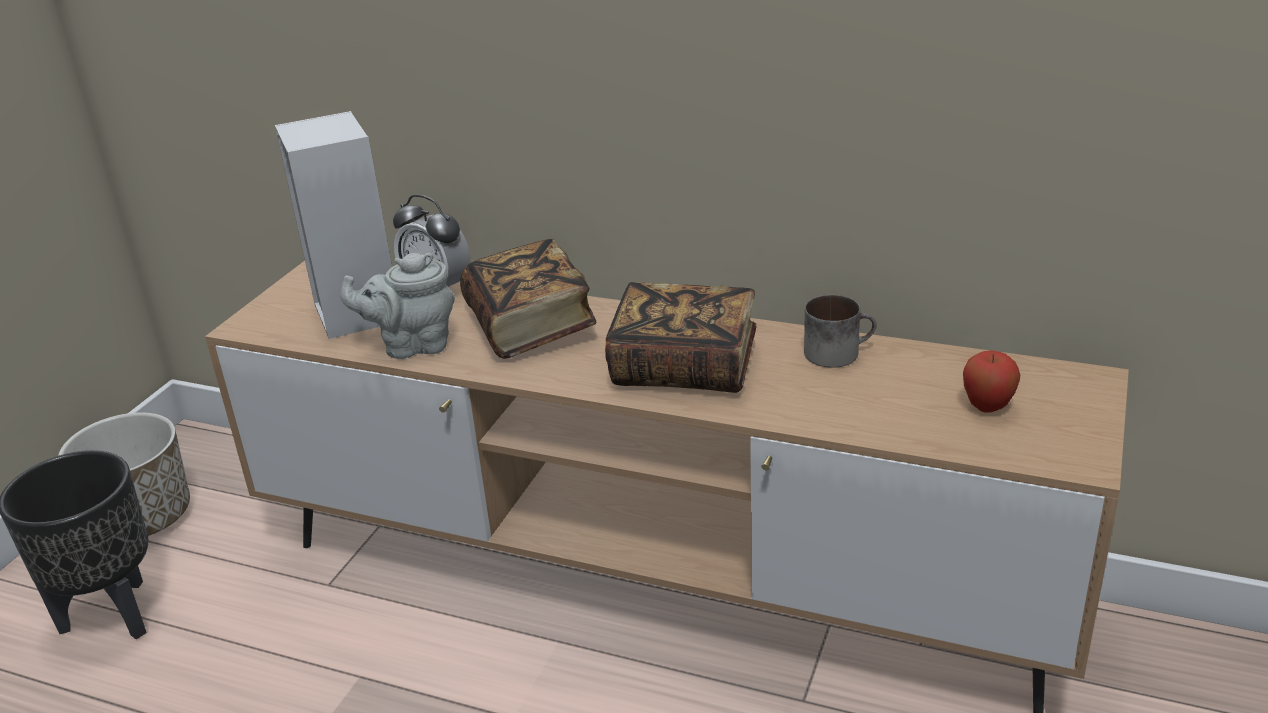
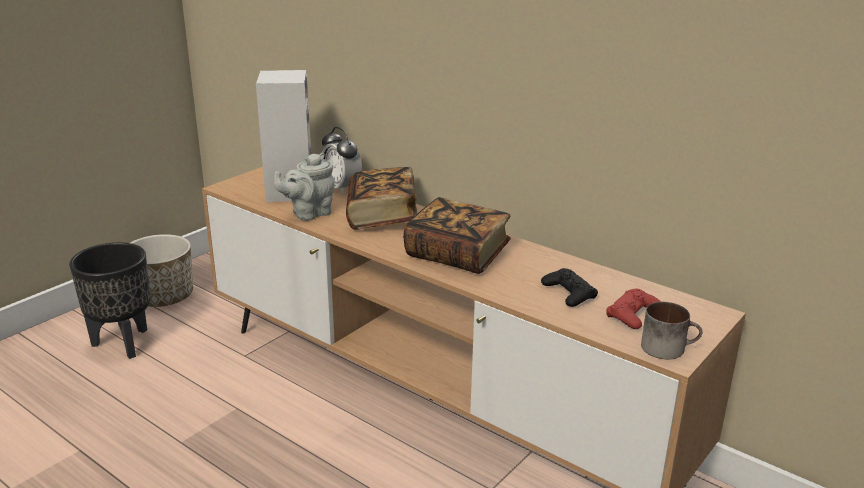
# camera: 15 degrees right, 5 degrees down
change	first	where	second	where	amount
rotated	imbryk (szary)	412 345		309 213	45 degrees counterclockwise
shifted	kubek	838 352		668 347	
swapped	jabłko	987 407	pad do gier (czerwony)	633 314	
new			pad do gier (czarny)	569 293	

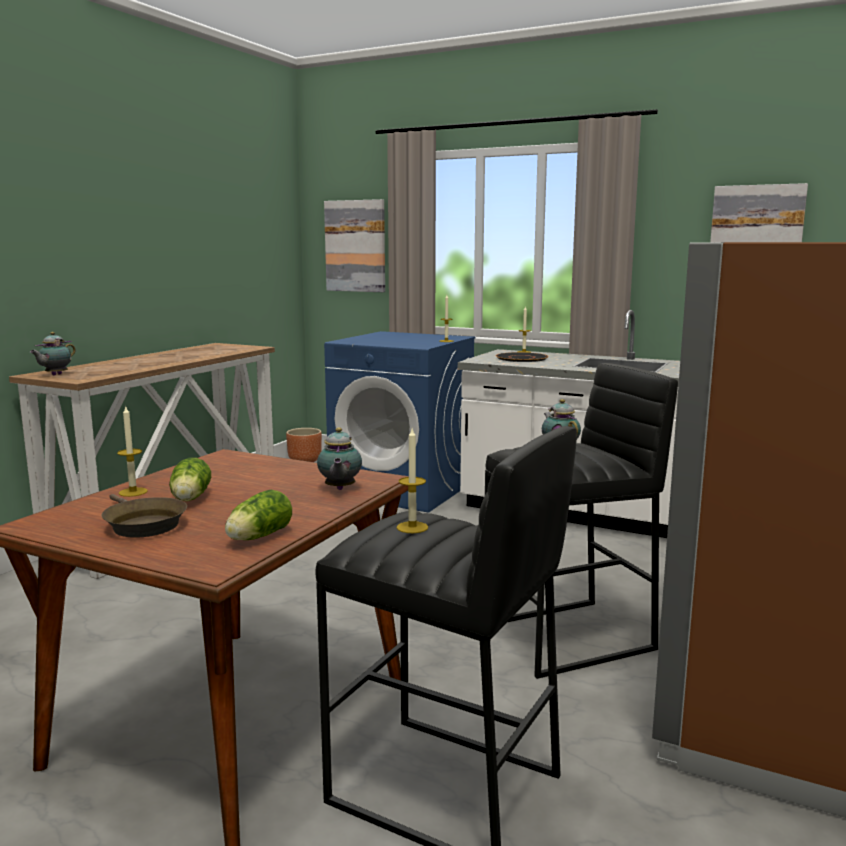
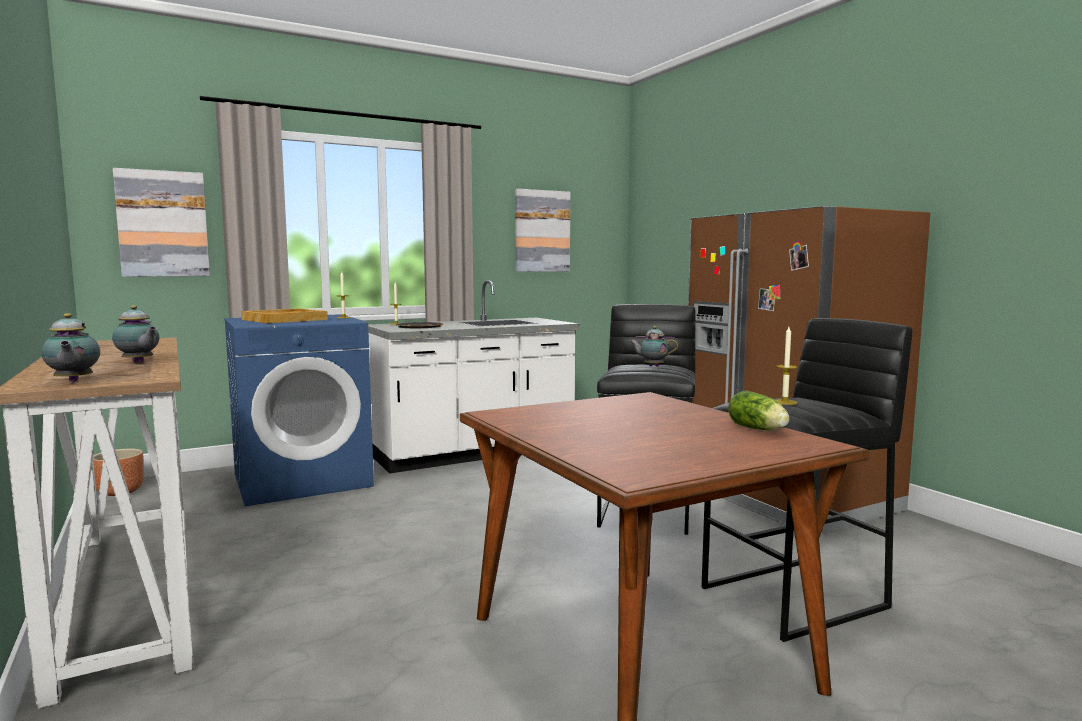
# camera: 55 degrees left, 5 degrees down
change	first	where	second	where	amount
gone	patelnia (brązowy)	142 524			
gone	świeca	133 492			
gone	sałata	189 499			
shifted	imbryk	339 489		139 362	
new			taca (beżowy)	285 319	

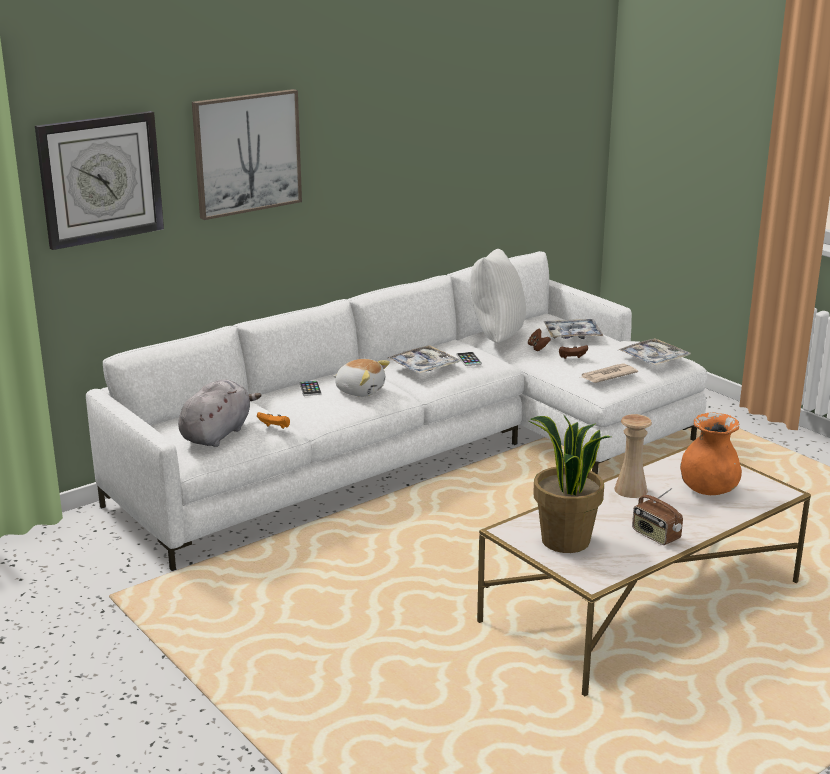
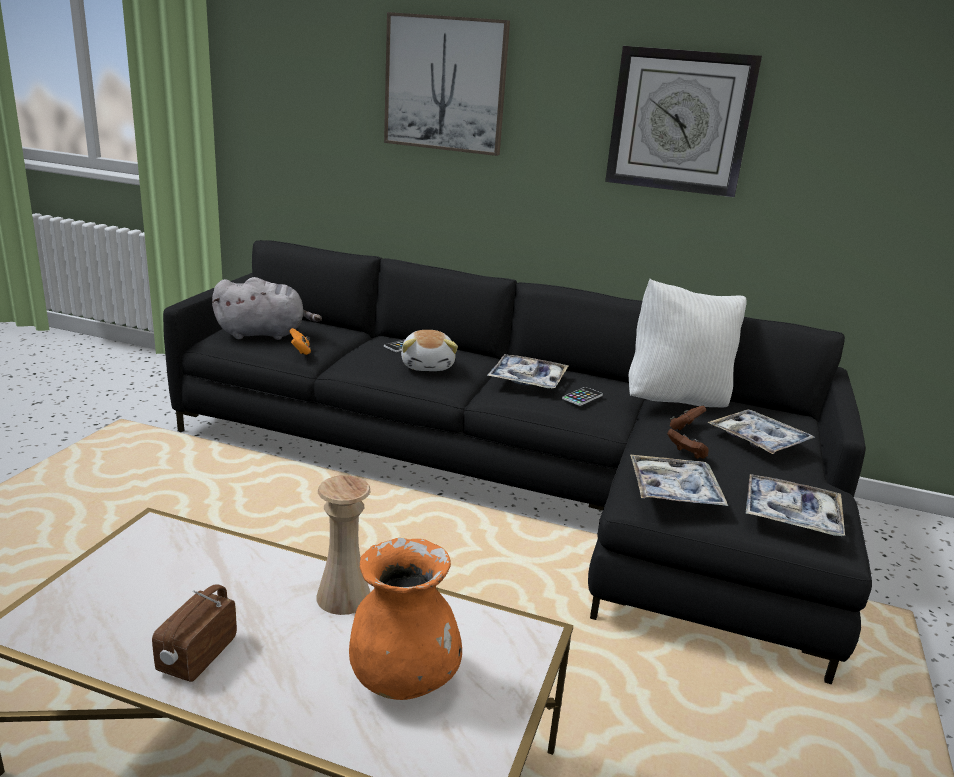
# camera: 55 degrees right, 0 degrees up
change	first	where	second	where	amount
shifted	zegar ścienny	100 179		680 121	
repainted	kanapa (biały)	421 453	kanapa (czarny)	516 482	
gone	roślina doniczkowa	565 541			
swapped	gazeta	607 375	taca	674 490	

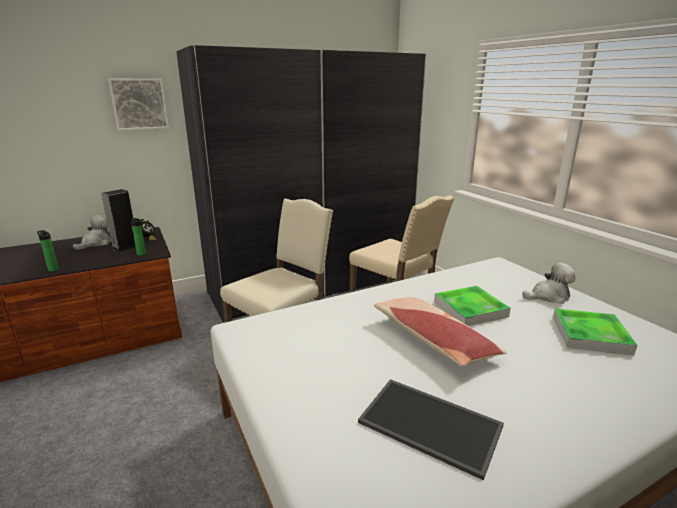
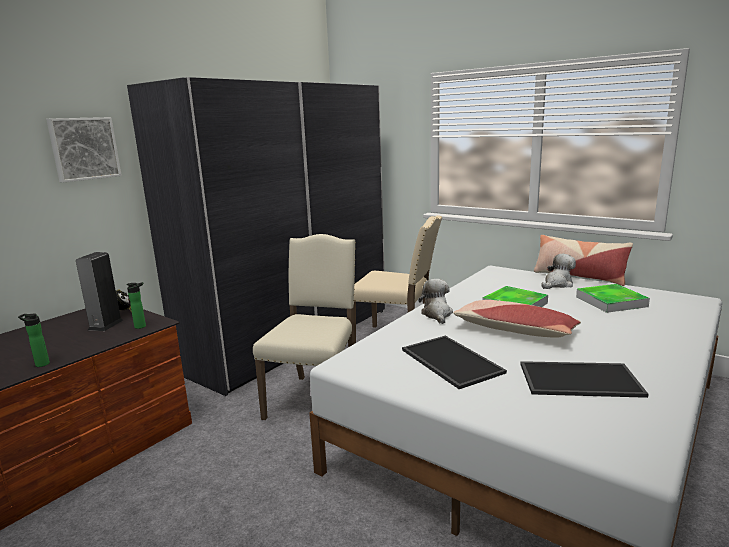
# camera: 25 degrees left, 5 degrees down
change	first	where	second	where	amount
shifted	pluszak	96 243		437 314	
new			taca	449 361	
new			poduszka	578 276	

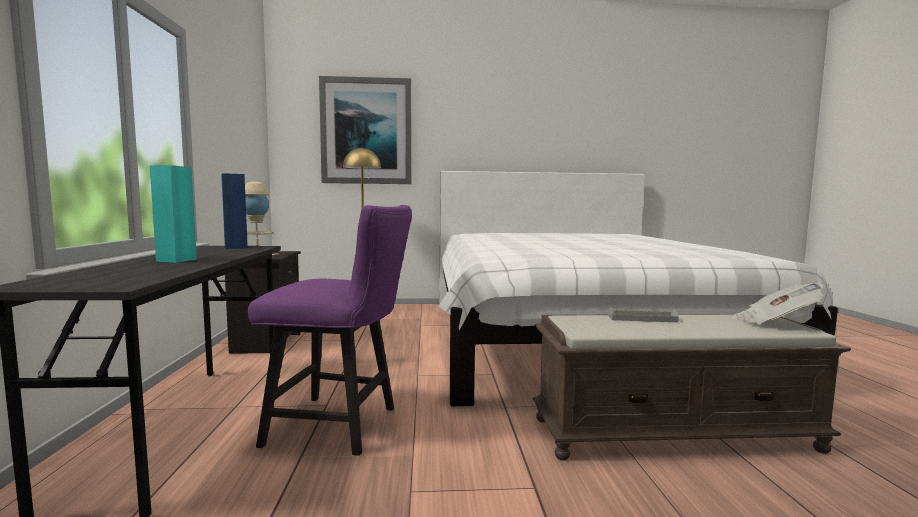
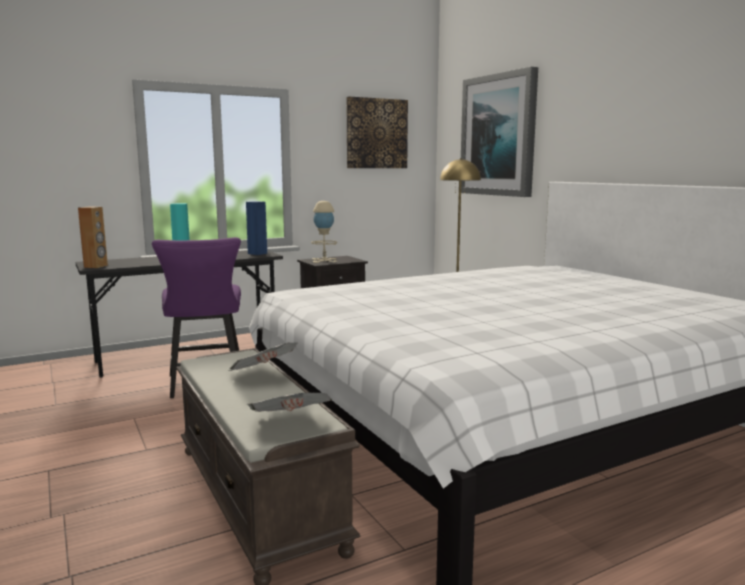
# camera: 65 degrees right, 5 degrees up
change	first	where	second	where	amount
swapped	taca (szary)	642 318	gazeta	263 375	
new			głośnik (brązowy)	96 266	
new			obraz	376 133	

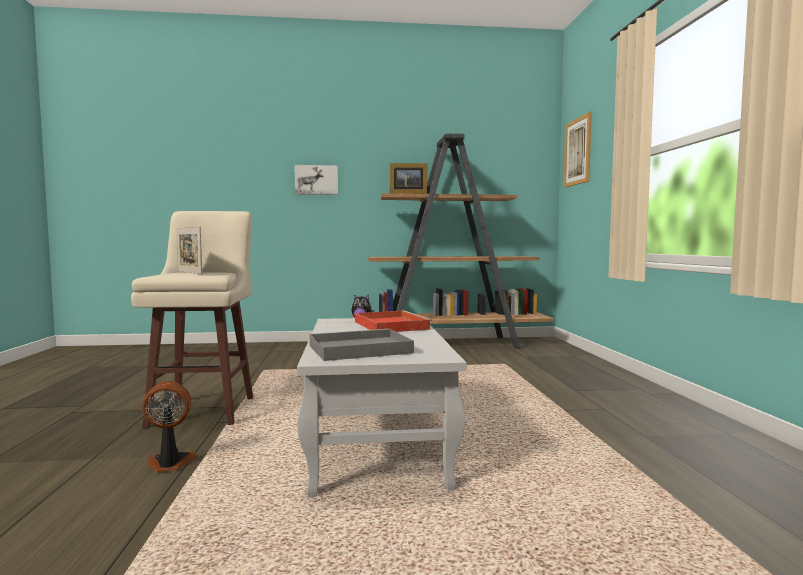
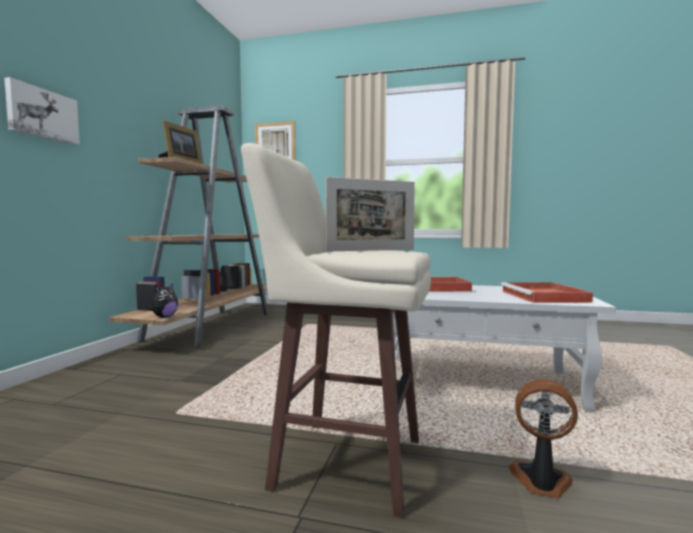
# camera: 70 degrees left, 0 degrees up
change	first	where	second	where	amount
rotated	wentylator	170 463		541 482	105 degrees clockwise
repainted	taca (szary)	357 349	taca (czerwony)	544 296	

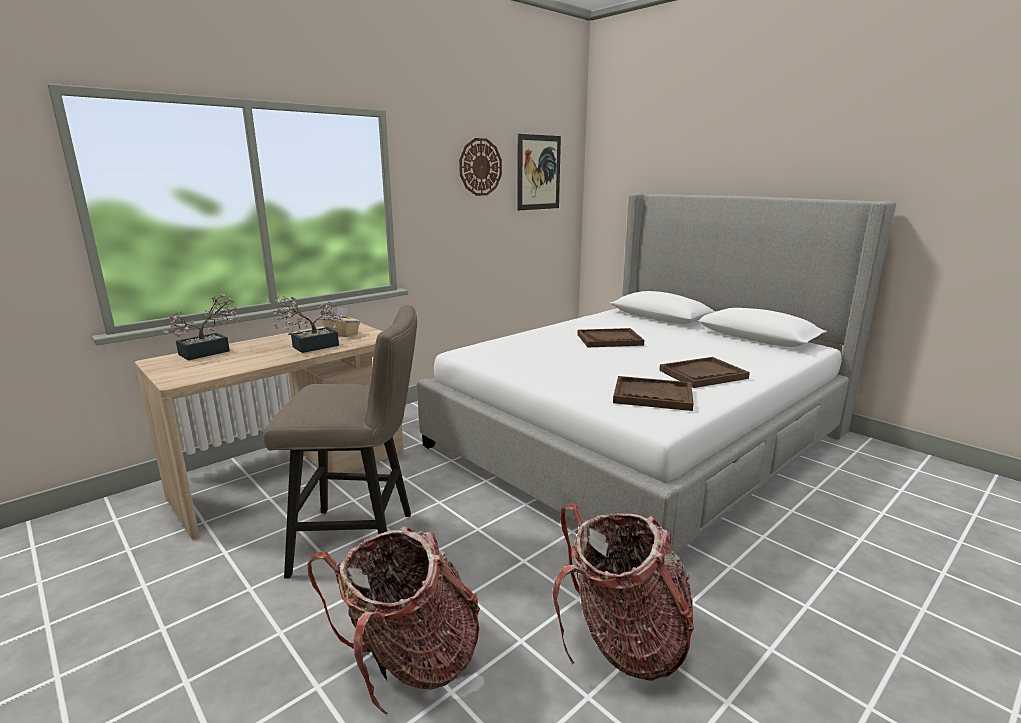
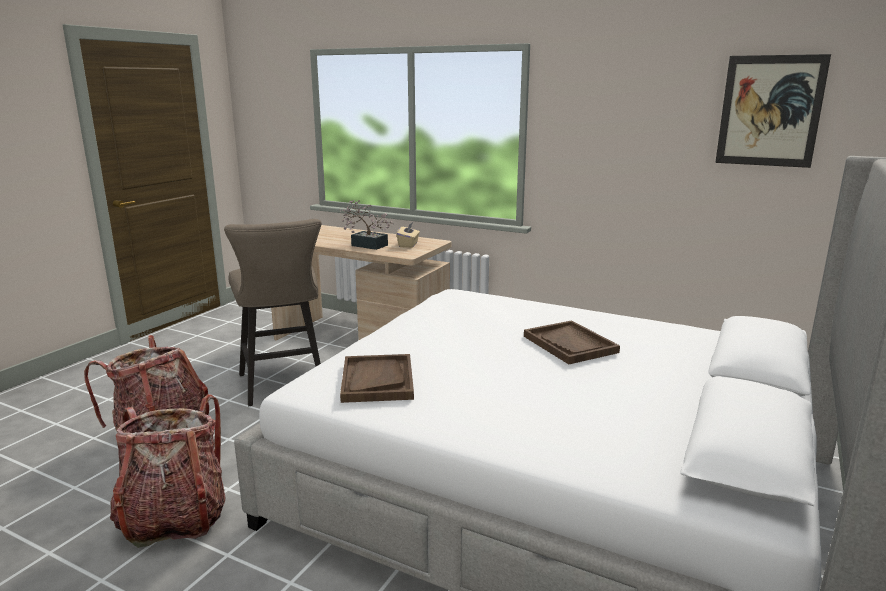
# camera: 70 degrees right, 0 degrees up
change	first	where	second	where	amount
gone	roślina doniczkowa	210 352			
gone	zegar ścienny	480 167			
gone	taca (brązowy)	703 374			

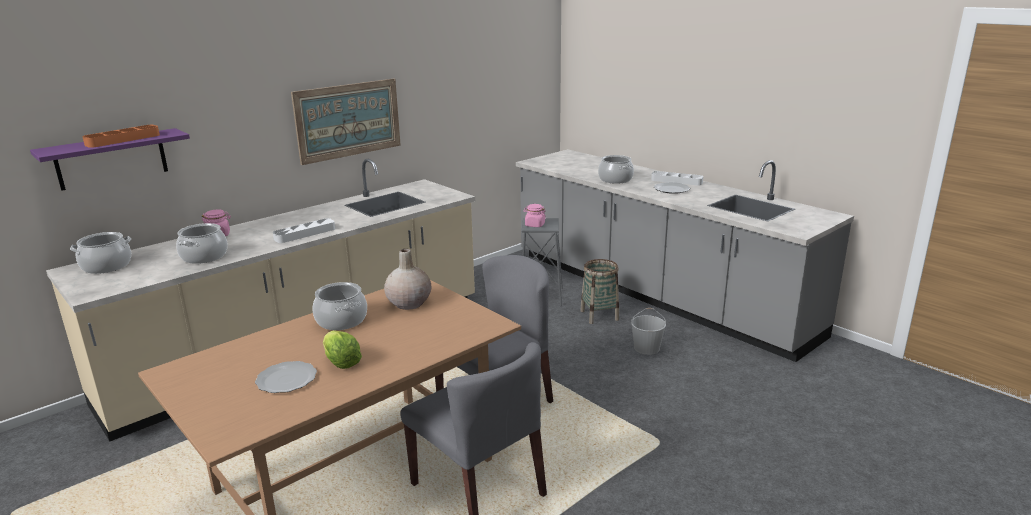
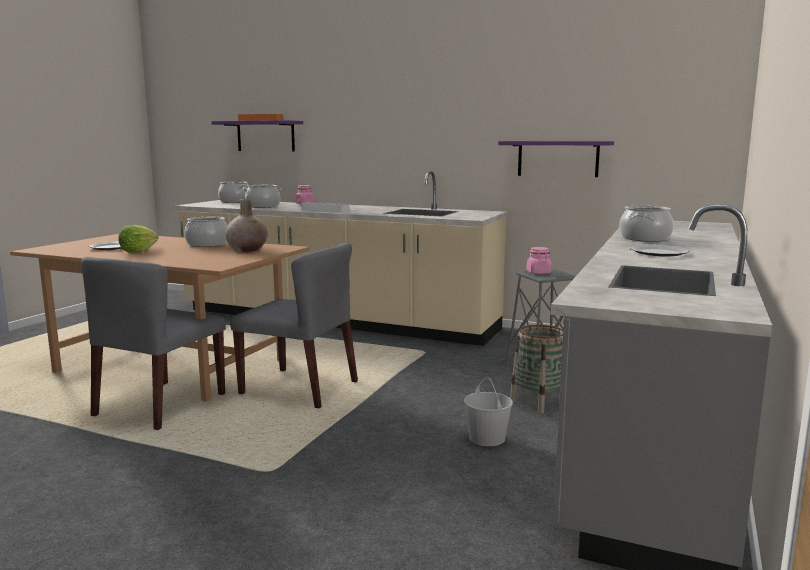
# camera: 65 degrees right, 10 degrees down
change	first	where	second	where	amount
gone	obraz	348 120			
gone	taca (biały)	676 181			
new			półka (fioletowy)	558 158	

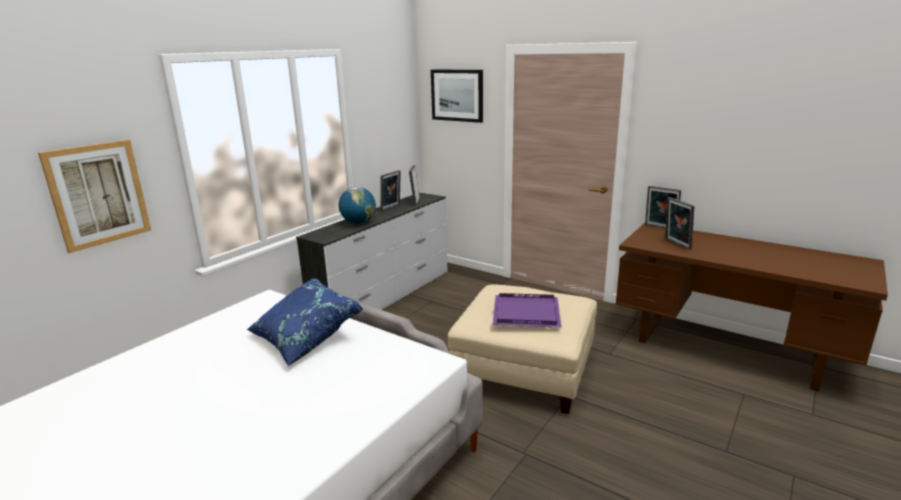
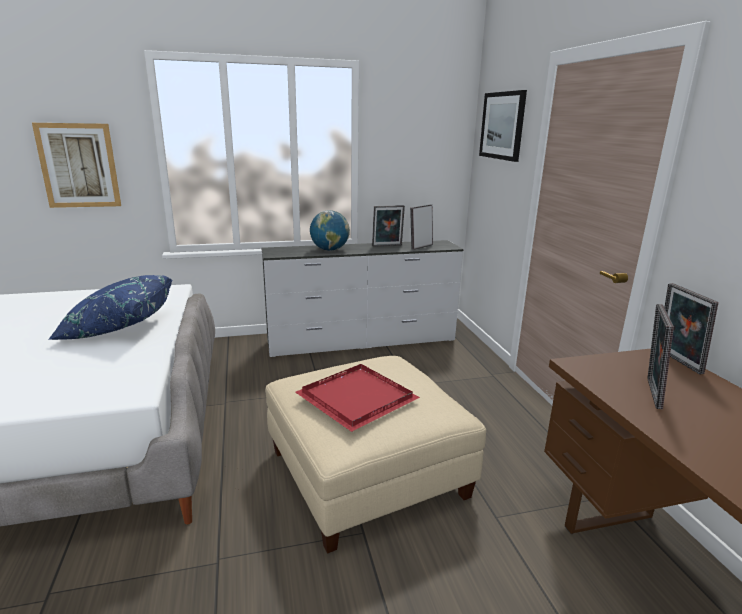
# camera: 40 degrees right, 0 degrees up
change	first	where	second	where	amount
repainted	taca (fioletowy)	525 312	taca (czerwony)	357 397	

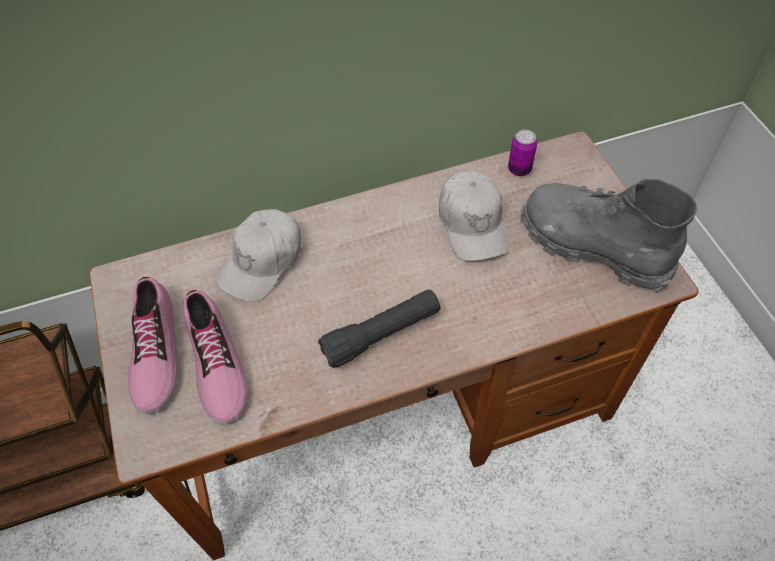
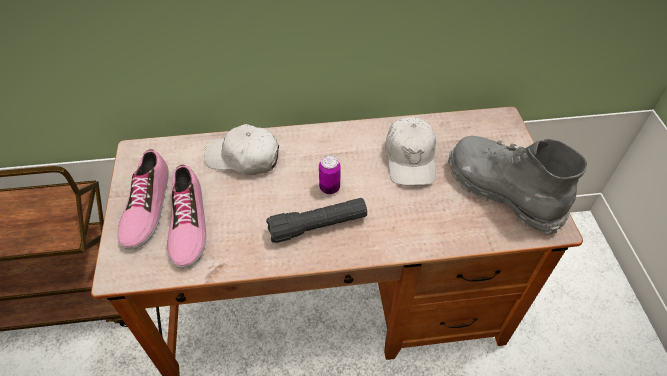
# camera: 10 degrees right, 5 degrees down
change	first	where	second	where	amount
rotated	czapka z daszkiem (biały)	262 262		243 158	60 degrees clockwise
shifted	puszka	519 169		329 188	

